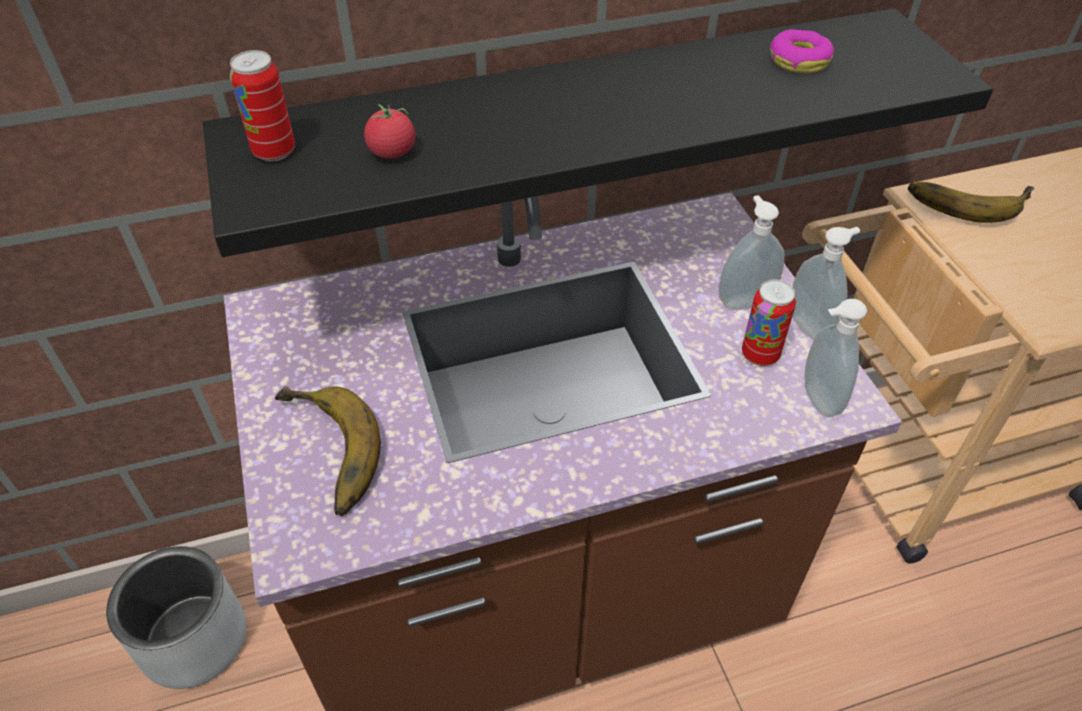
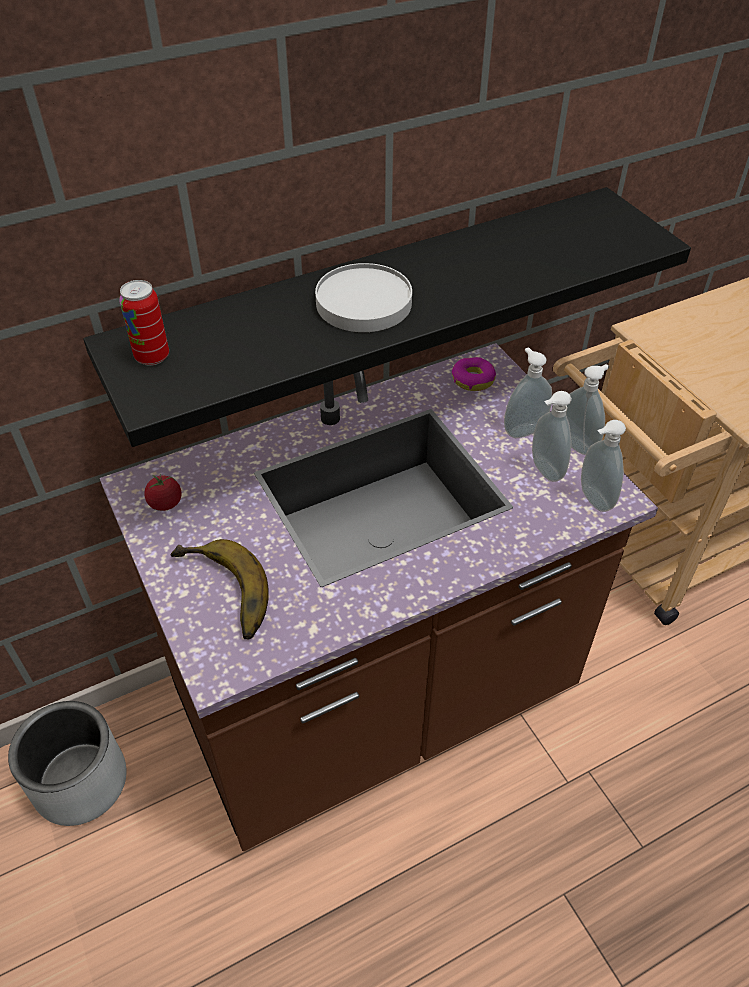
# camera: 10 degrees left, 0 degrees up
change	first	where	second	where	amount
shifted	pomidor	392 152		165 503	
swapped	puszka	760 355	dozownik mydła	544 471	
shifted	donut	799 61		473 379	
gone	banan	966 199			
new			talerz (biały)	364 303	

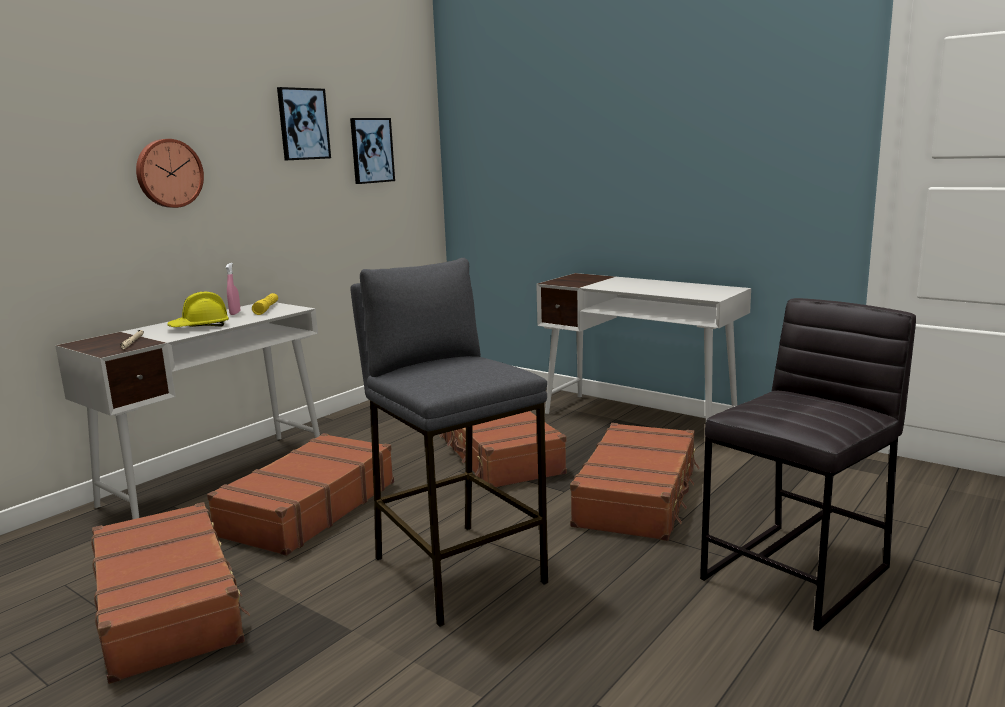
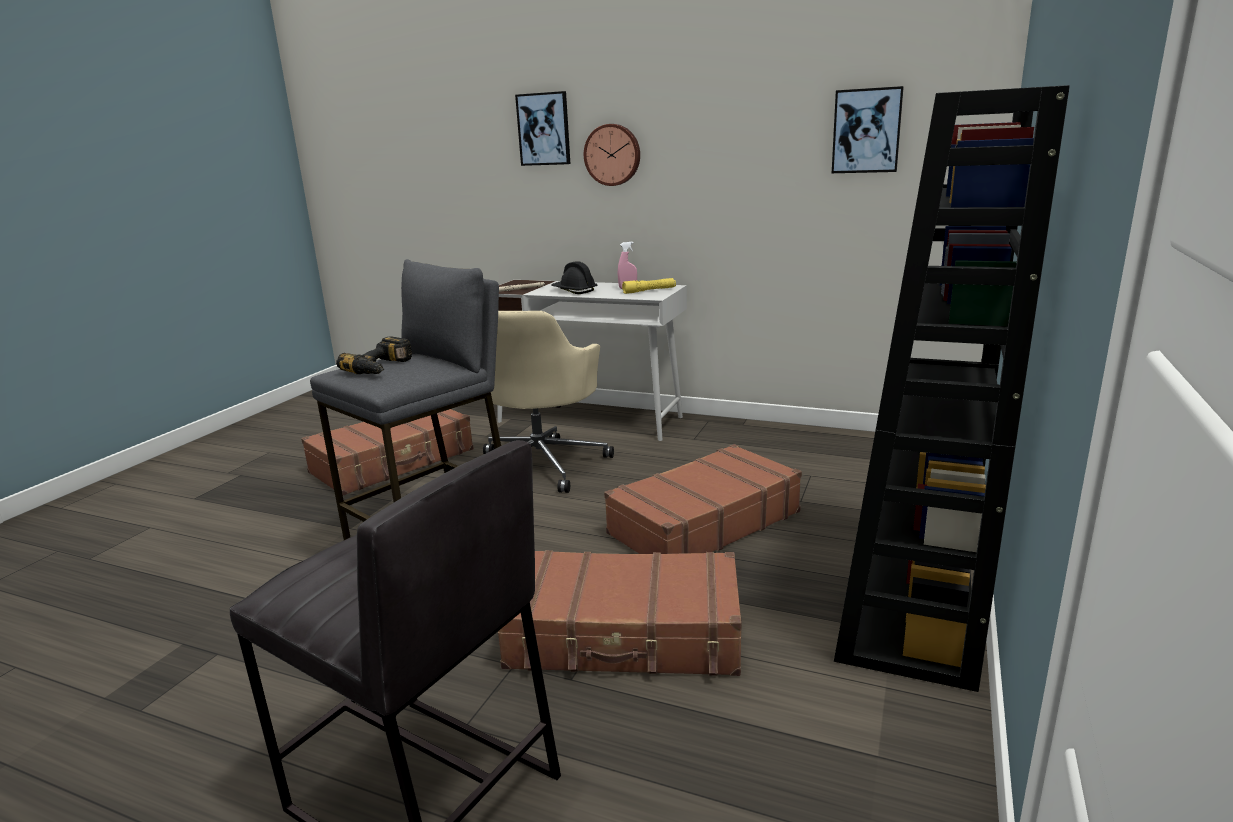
# camera: 75 degrees right, 5 degrees up
change	first	where	second	where	amount
repainted	kask (żółty)	200 327	kask (czarny)	574 290	
swapped	walizka (brązowy)	308 508	krzesło biurowe (beżowy)	542 464	
shifted	obraz	303 124		544 129	
swapped	biurko (biały)	639 420	regał (czarny)	912 607	
new			wiertarka	383 367	

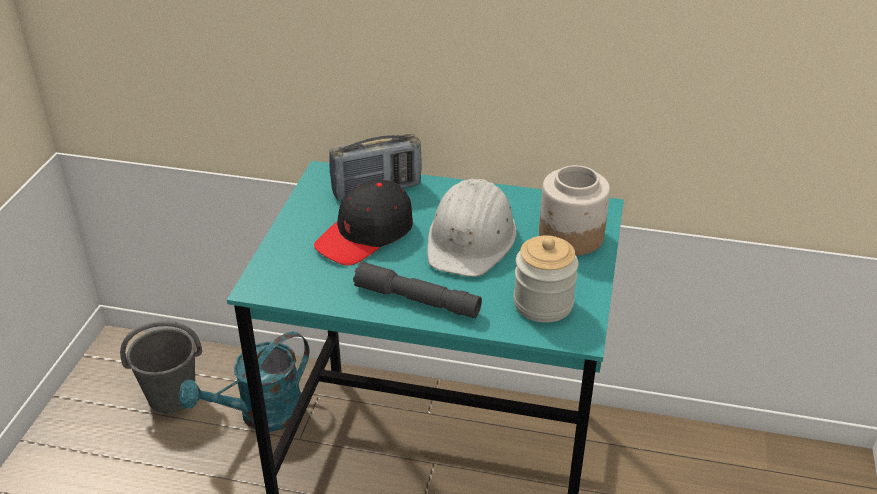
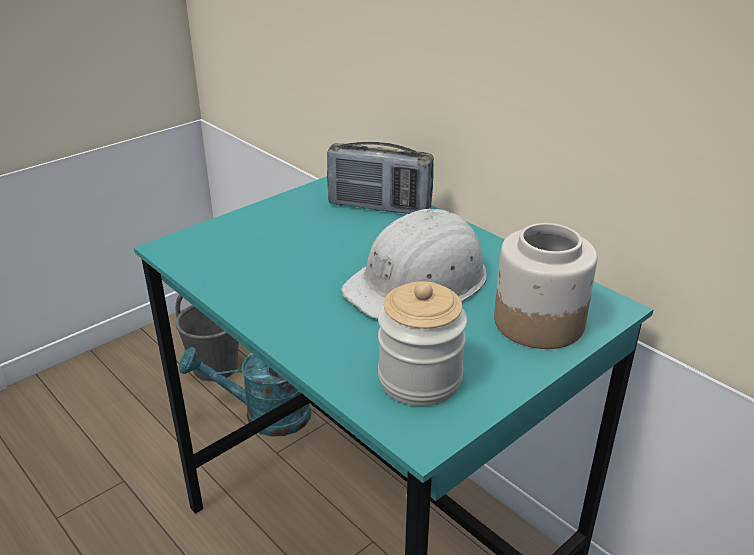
# camera: 35 degrees right, 5 degrees down
change	first	where	second	where	amount
gone	czapka z daszkiem (czarny)	366 234			
gone	latarka (szary)	417 300			

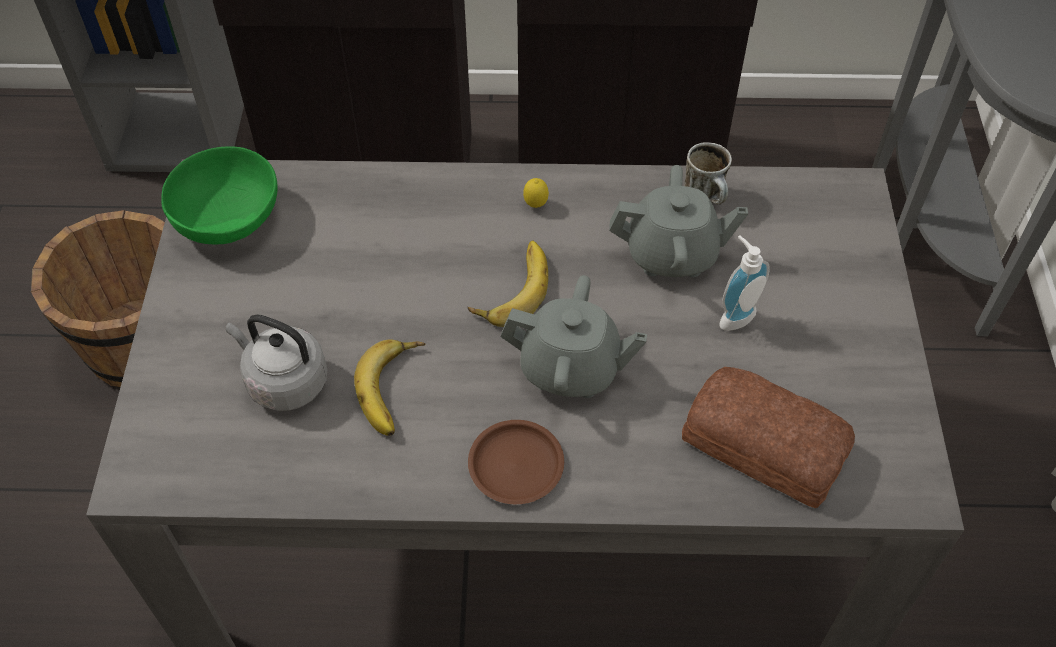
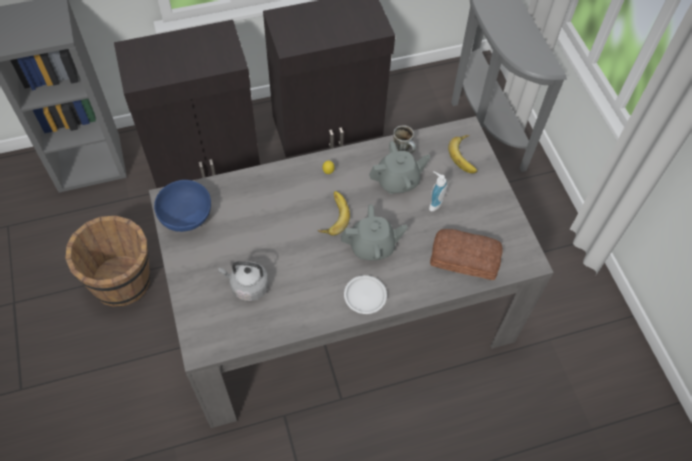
# camera: 20 degrees left, 5 degrees up
change	first	where	second	where	amount
repainted	miska (zielony)	229 218	miska (niebieski)	186 214	
shifted	banan	396 390		466 156	
repainted	talerz (brązowy)	515 466	talerz (biały)	365 296	

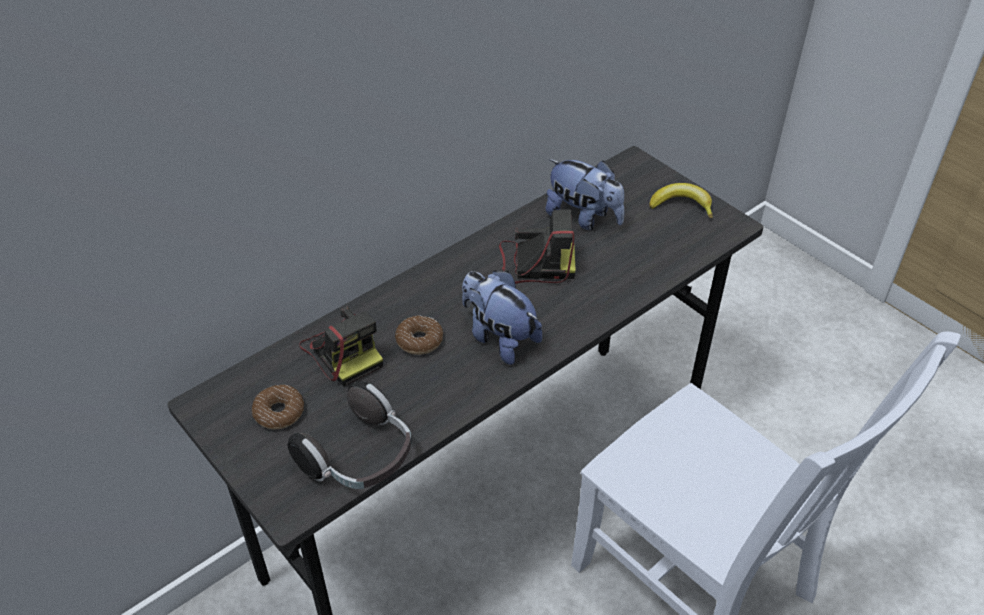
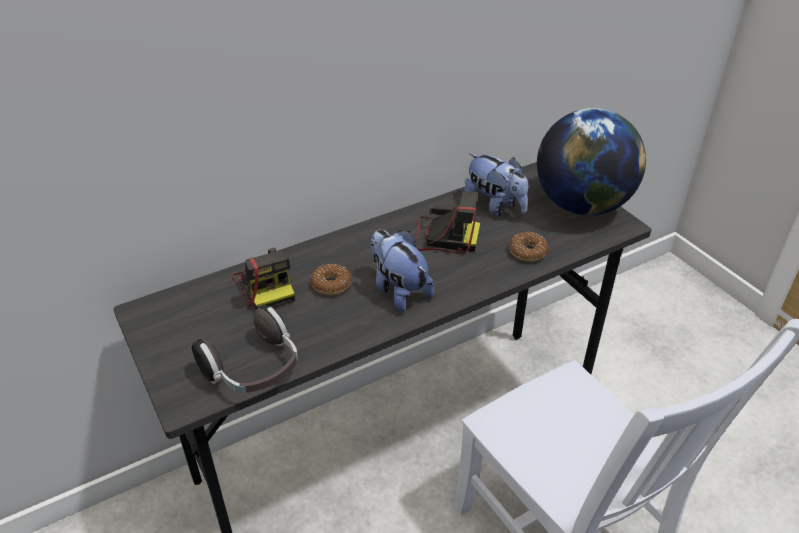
# camera: 10 degrees right, 5 degrees down
change	first	where	second	where	amount
shifted	donut	279 412		527 252	
swapped	banan	681 205	globus	582 206	

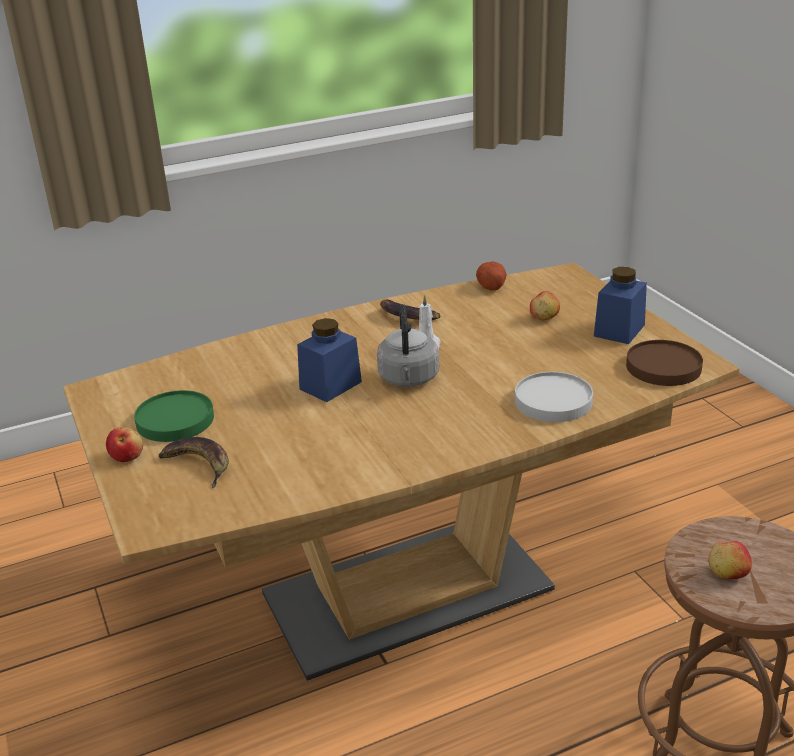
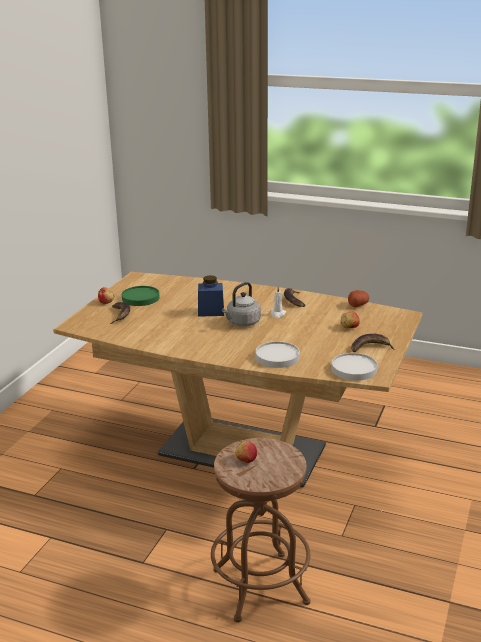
# camera: 45 degrees right, 5 degrees down
change	first	where	second	where	amount
swapped	słoik (niebieski)	619 330	banan	370 347	
repainted	talerz (brązowy)	663 367	talerz (biały)	353 369	

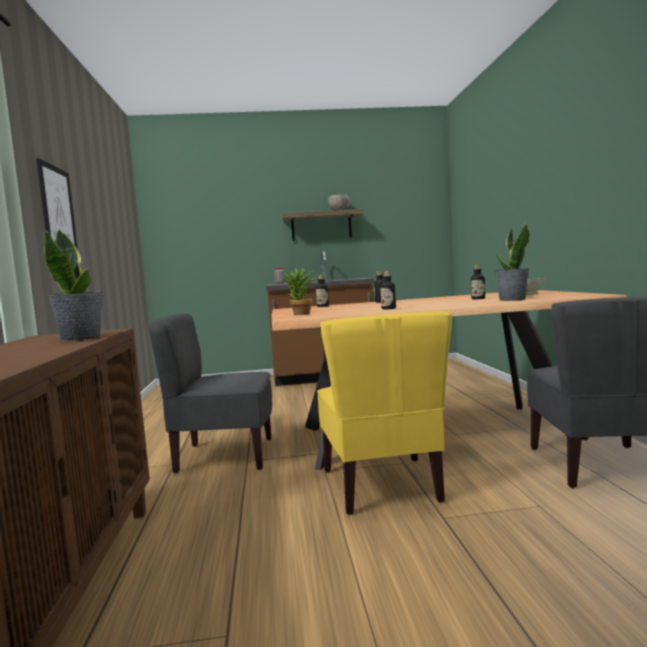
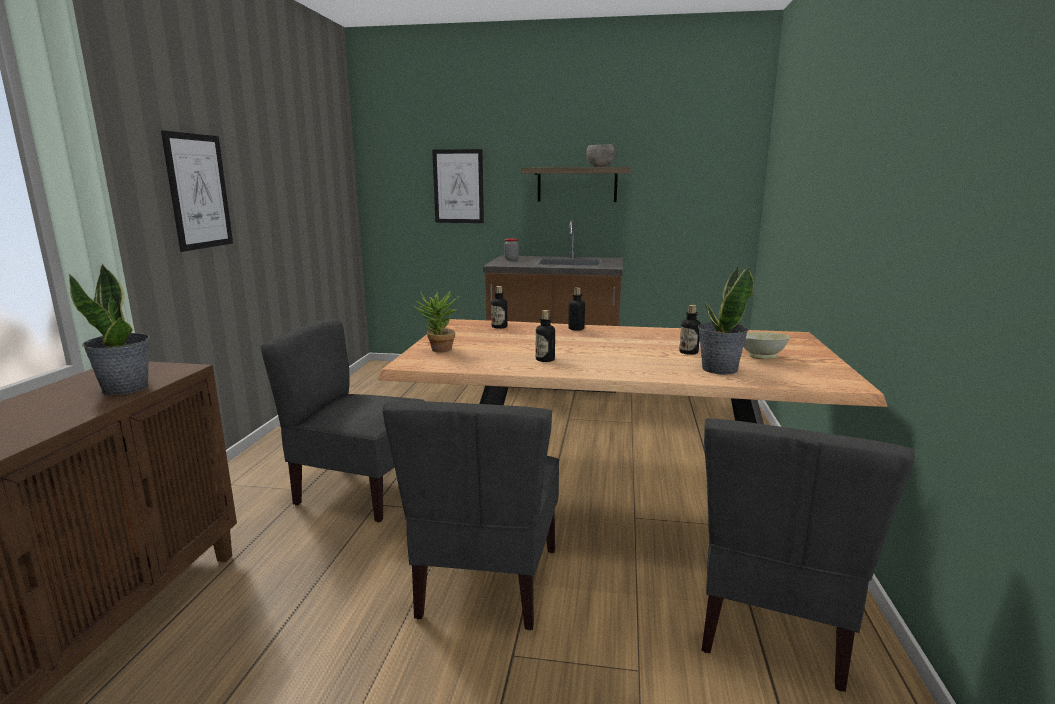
# camera: 15 degrees right, 10 degrees up
change	first	where	second	where	amount
repainted	krzesło (żółty)	382 485	krzesło (szary)	486 582	
new			obraz	458 186	

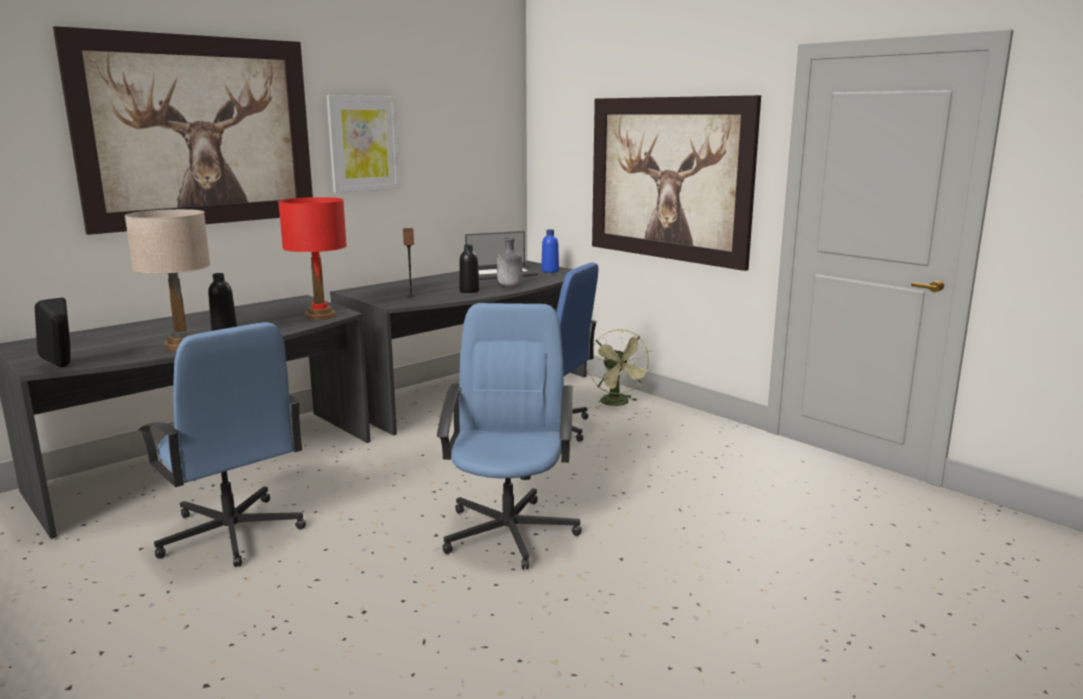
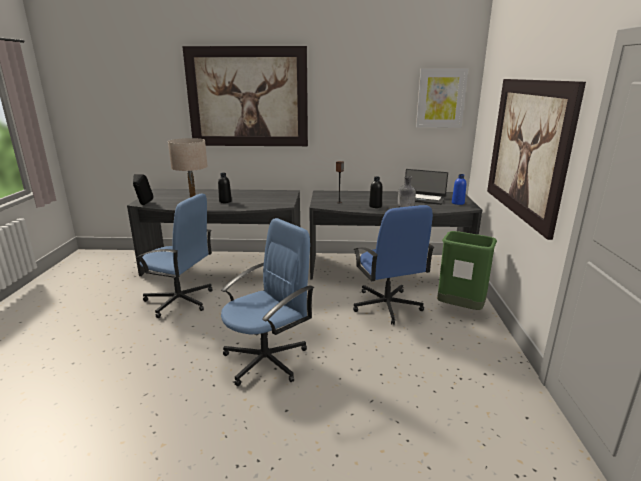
# camera: 45 degrees right, 5 degrees up
change	first	where	second	where	amount
rotated	krzesło biurowe (niebieski)	231 534		180 301	75 degrees counterclockwise
gone	lampa stołowa (czerwony)	320 316			
shifted	obraz	363 143		441 98	
swapped	wentylator (zielony)	618 404	kosz na śmieci (zielony)	460 309	

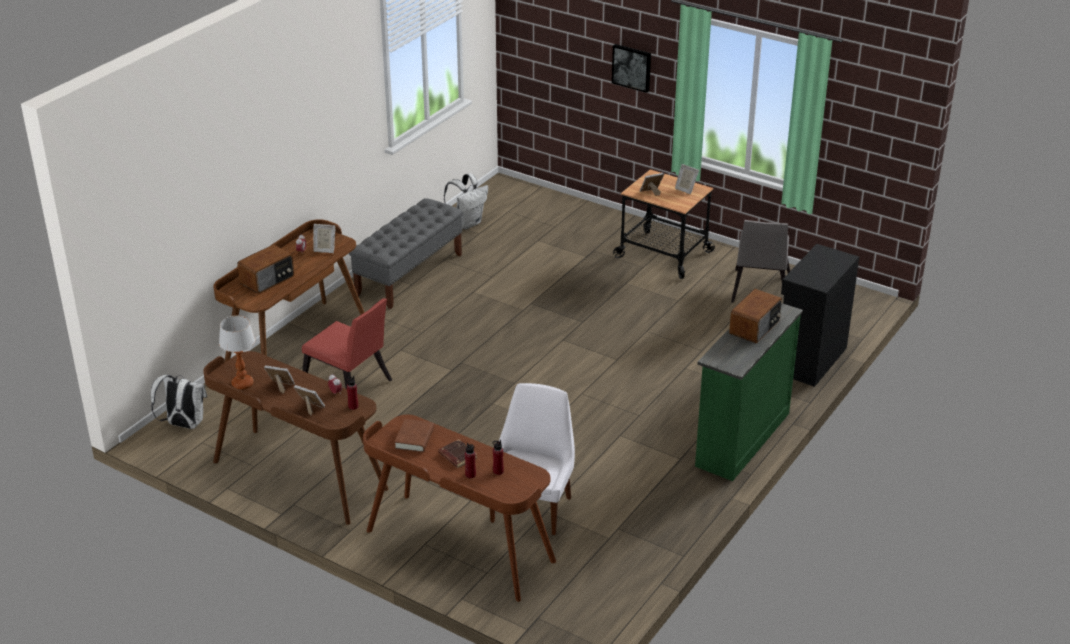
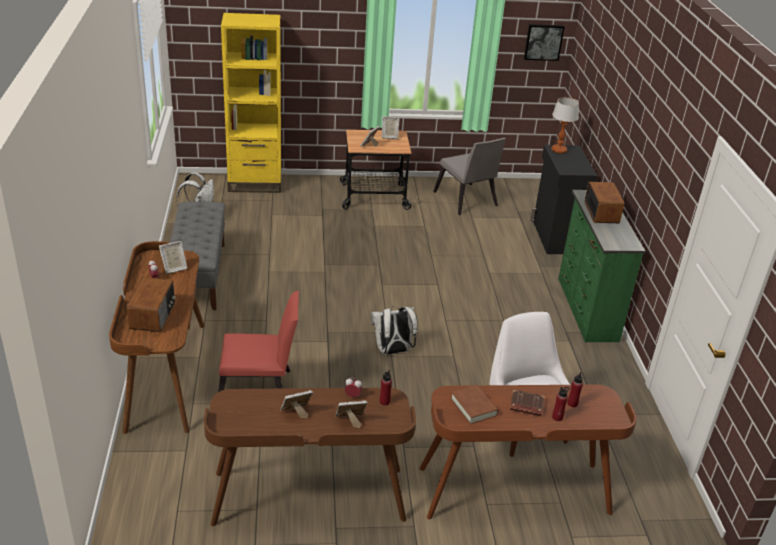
# camera: 40 degrees left, 0 degrees up
change	first	where	second	where	amount
shifted	plecak (biały)	183 424		392 351	
shifted	lampa stołowa	242 383		558 150	
shifted	obraz	632 67		543 41	
new			regał (żółty)	255 183	

